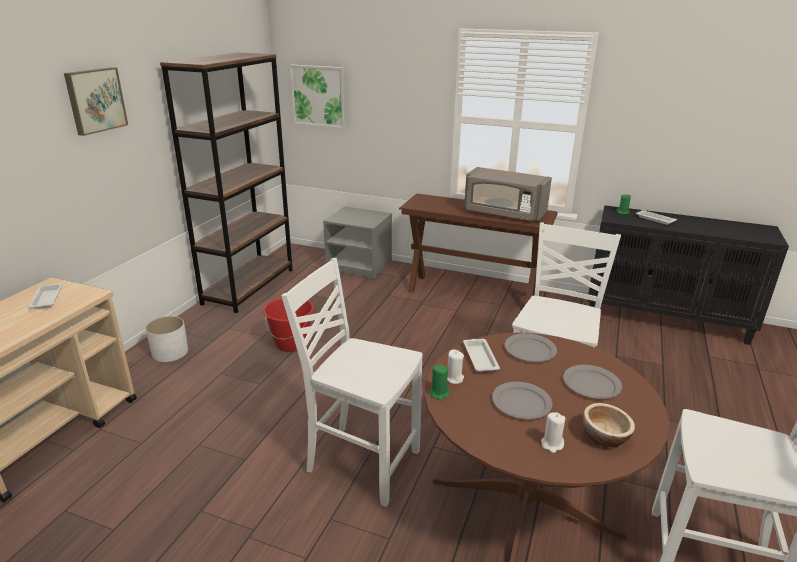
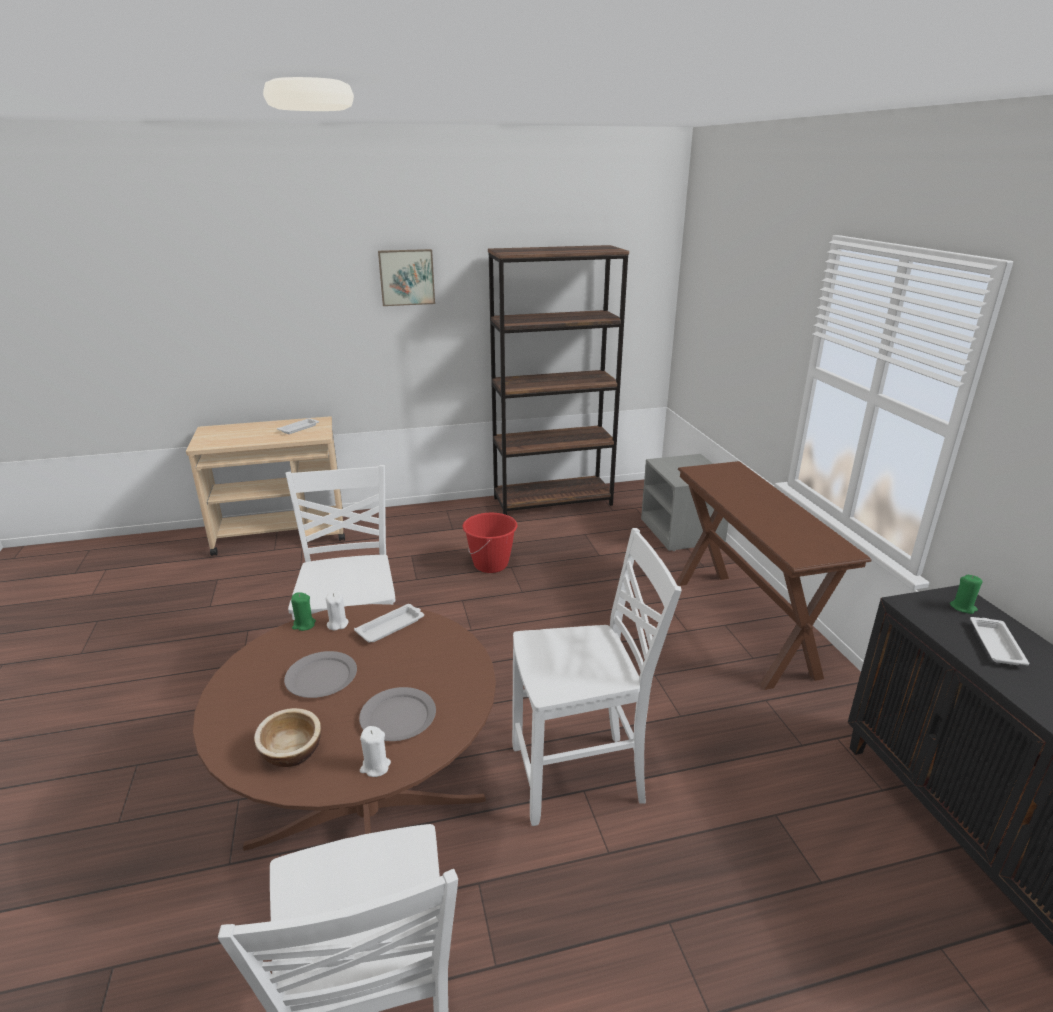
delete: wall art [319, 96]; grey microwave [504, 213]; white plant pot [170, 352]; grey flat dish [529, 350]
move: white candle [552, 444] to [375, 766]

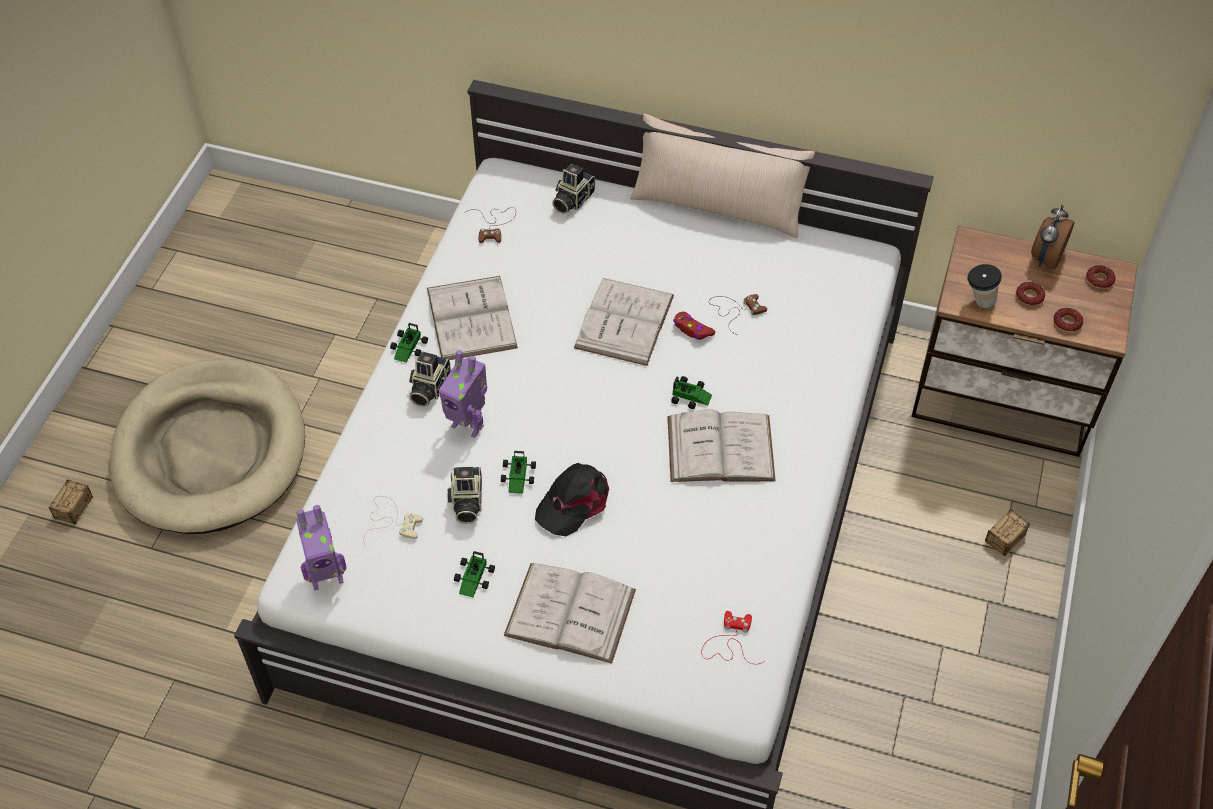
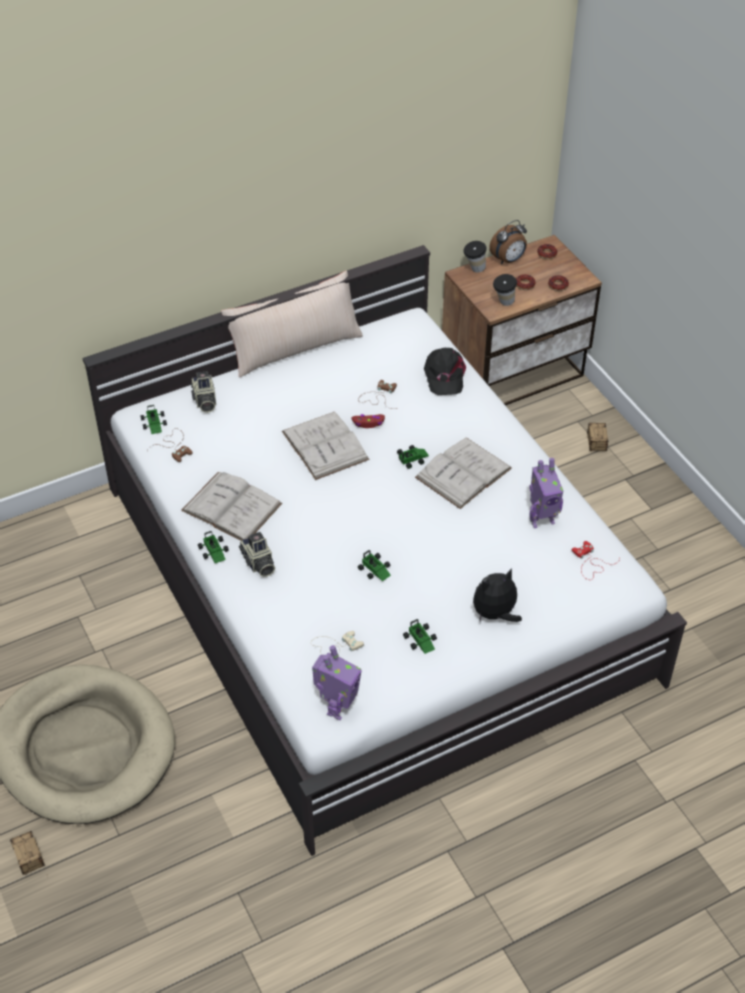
delete: still camera [466, 502]
insert: drinking cup [474, 270]; toy car [154, 424]
move: model robot [468, 424] to [541, 520]; black baseball cap [574, 502] to [444, 376]
replace: white bound book [570, 612] to soft toy [495, 614]
rotate: bedside clock [1045, 258] = [508, 260] 105 degrees counterclockwise

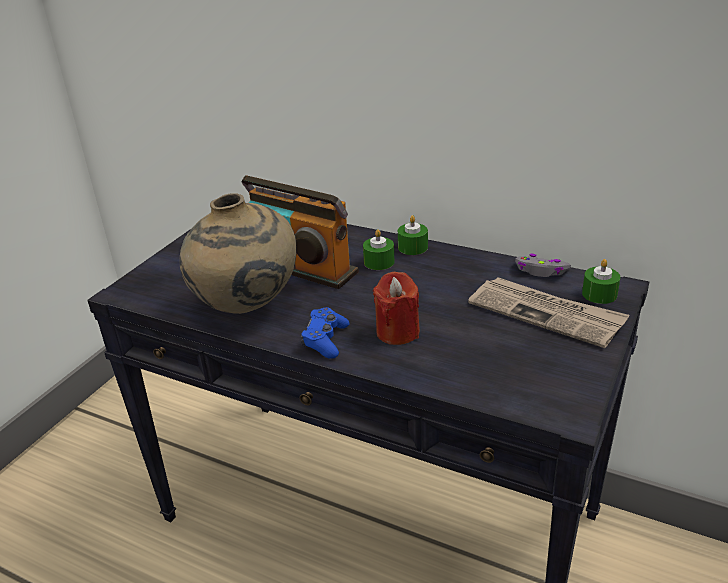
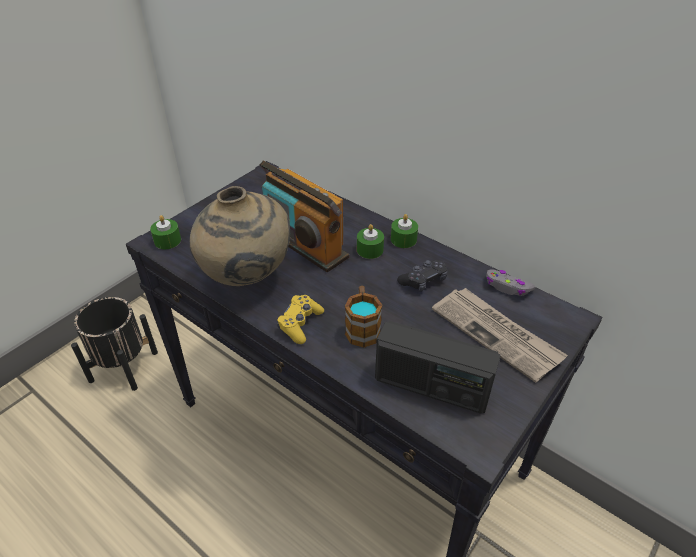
insert: black gamepad [423, 280]; black plant pot [124, 366]; radio set [431, 387]
move: green candle [599, 294] to [167, 241]
replace: red-coloured candle [397, 332] to mug [362, 327]
recolor: bluish gamepad [325, 340] to yellow-coloured gamepad [300, 324]

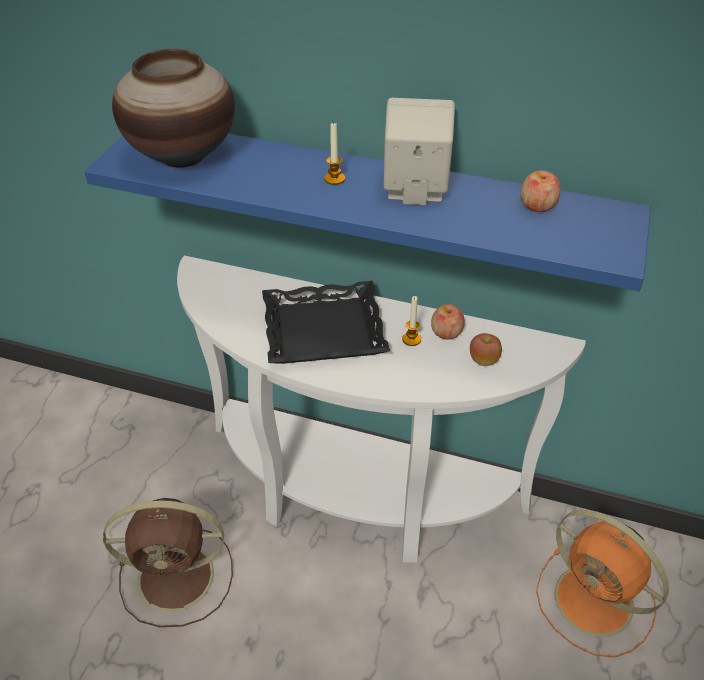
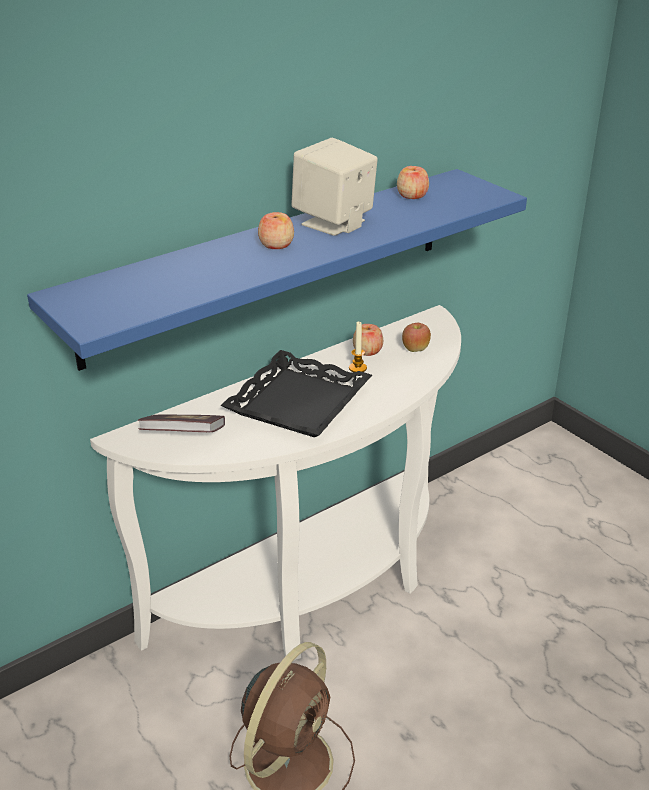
delete: vase [182, 156]; orange-coloured cooling fan [596, 603]
insert: bound book [183, 437]
replace: candle [334, 179] to apple [276, 245]

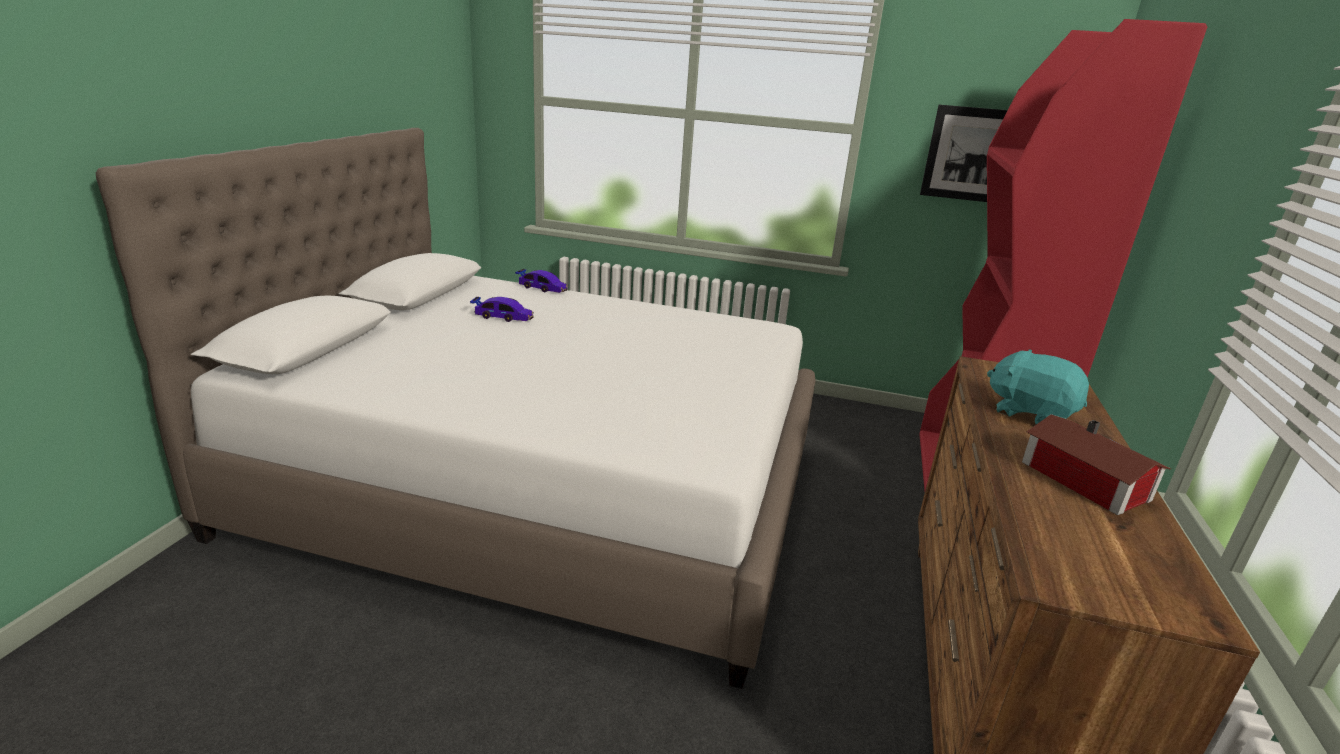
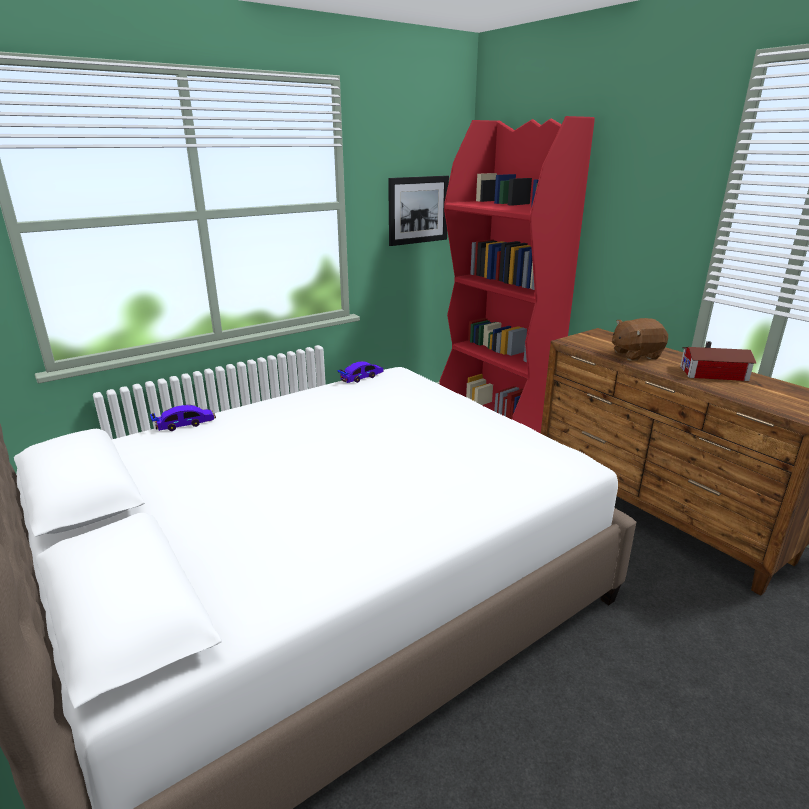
move: toy car [503, 317] to [361, 377]
recolor: turquoise soft toy [1030, 413] to brown-coloured soft toy [635, 355]

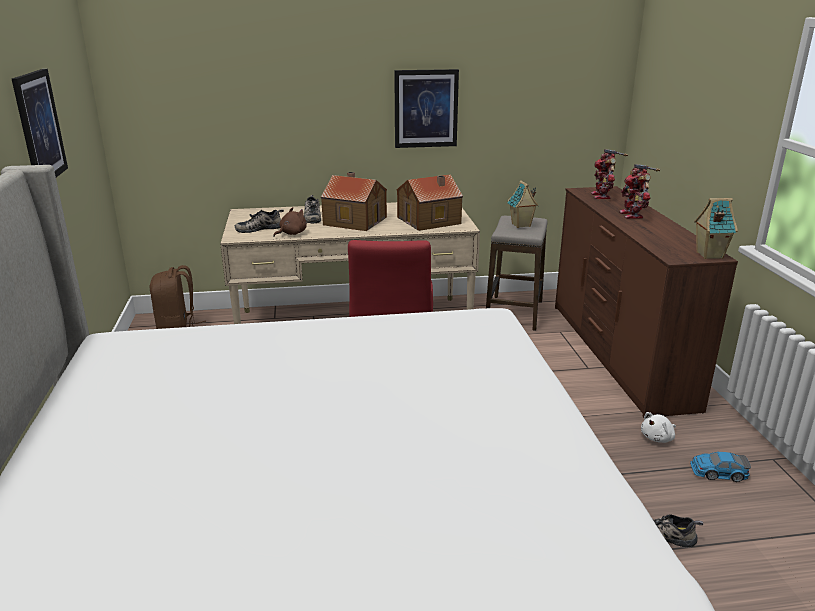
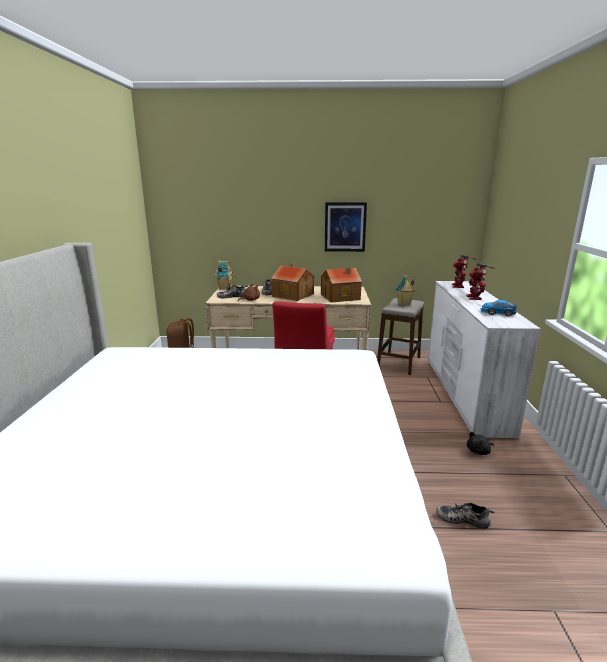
delete: wall art [39, 127]
move: model house [708, 255] to [224, 288]; toy car [718, 472] to [497, 313]
recolor: brown-coloured chest of drawers [618, 354] to white chest of drawers [465, 394]; white soft toy [658, 438] to black soft toy [479, 451]

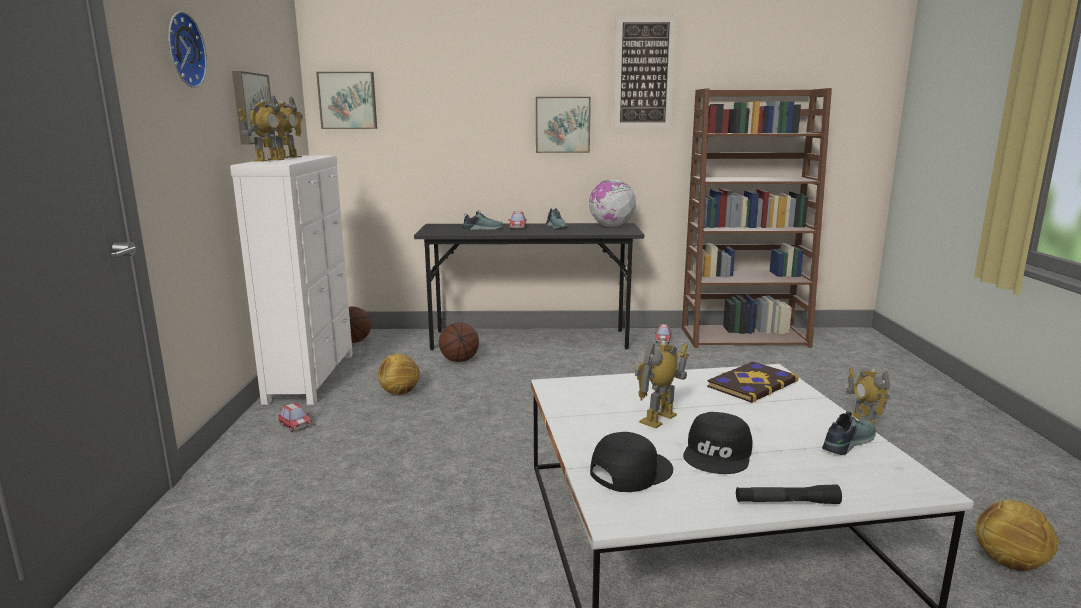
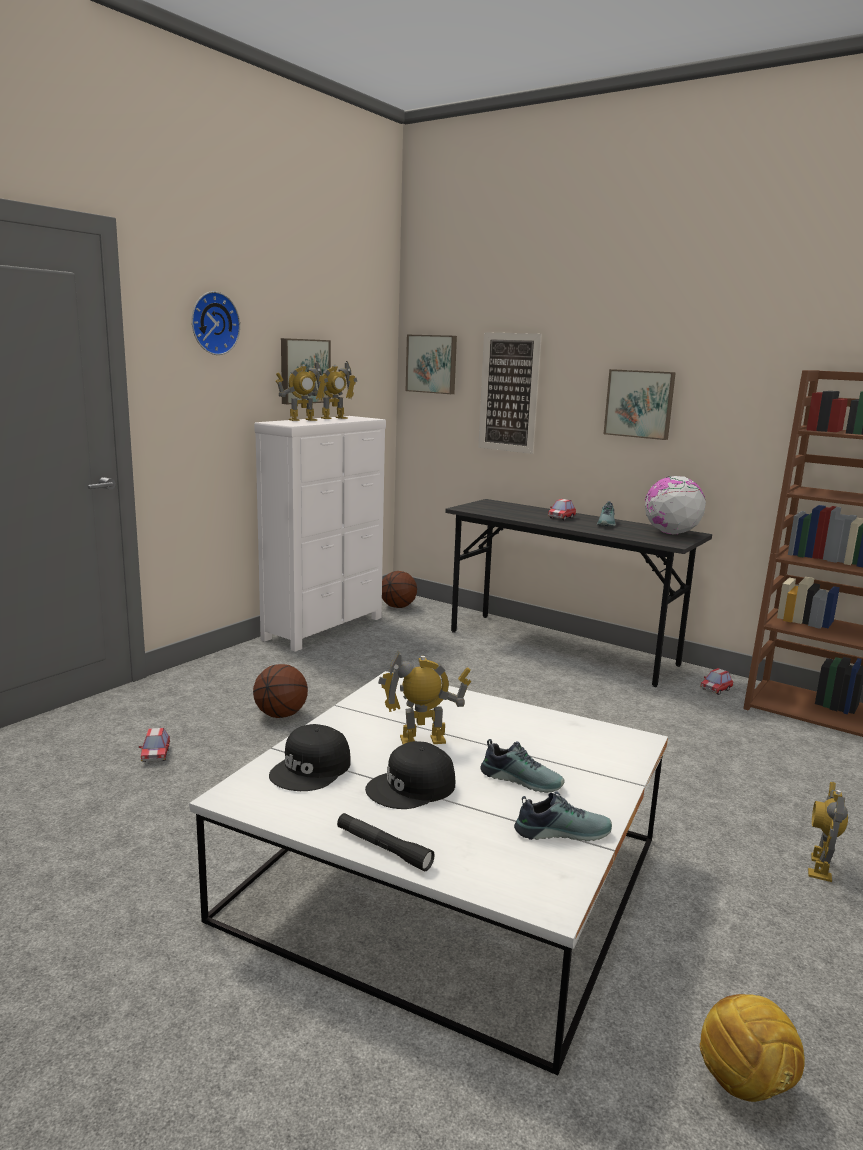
delete: football ball [400, 392]; bound book [751, 384]
move: wall art [644, 73] to [509, 392]; low shoe [482, 229] to [522, 779]; basketball [459, 360] to [281, 714]; toy car [295, 425] to [156, 755]
rotate: black baseball cap [630, 471] = [312, 769] 120 degrees clockwise

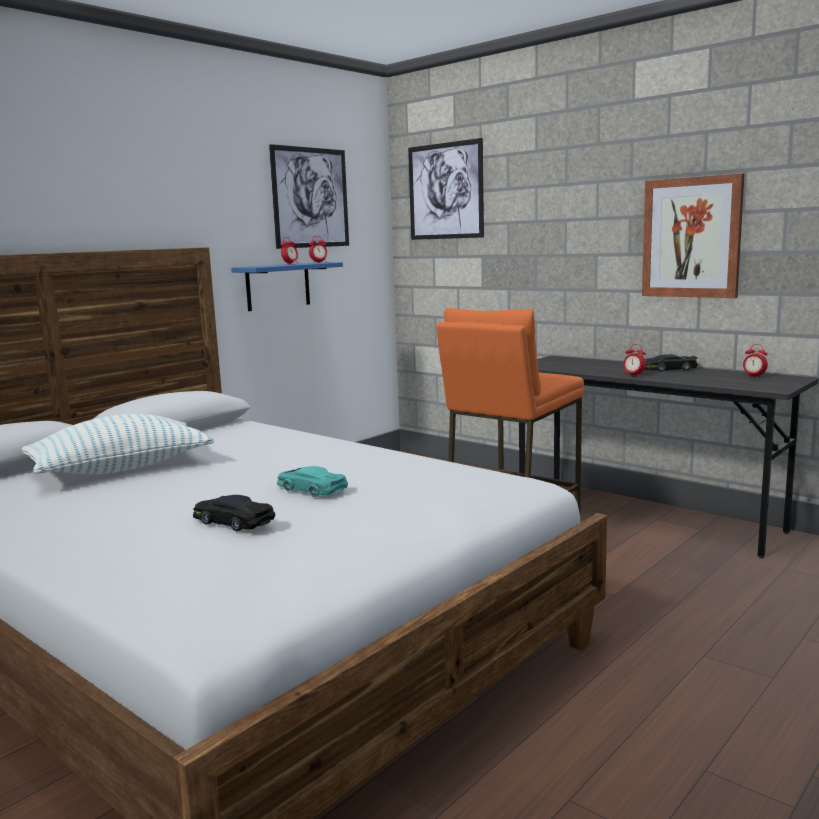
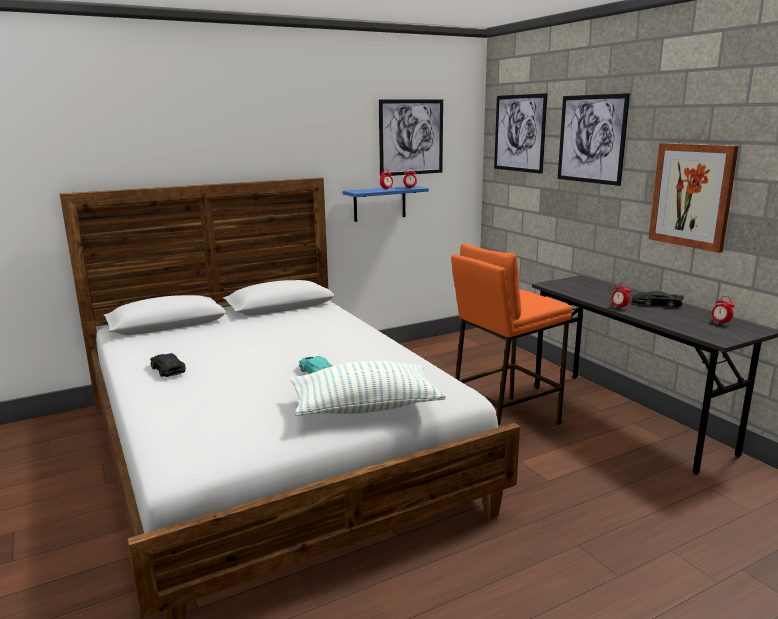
insert: wall art [591, 139]
move: throw pillow [121, 469] to [365, 408]; black toy car [232, 521] to [168, 369]

